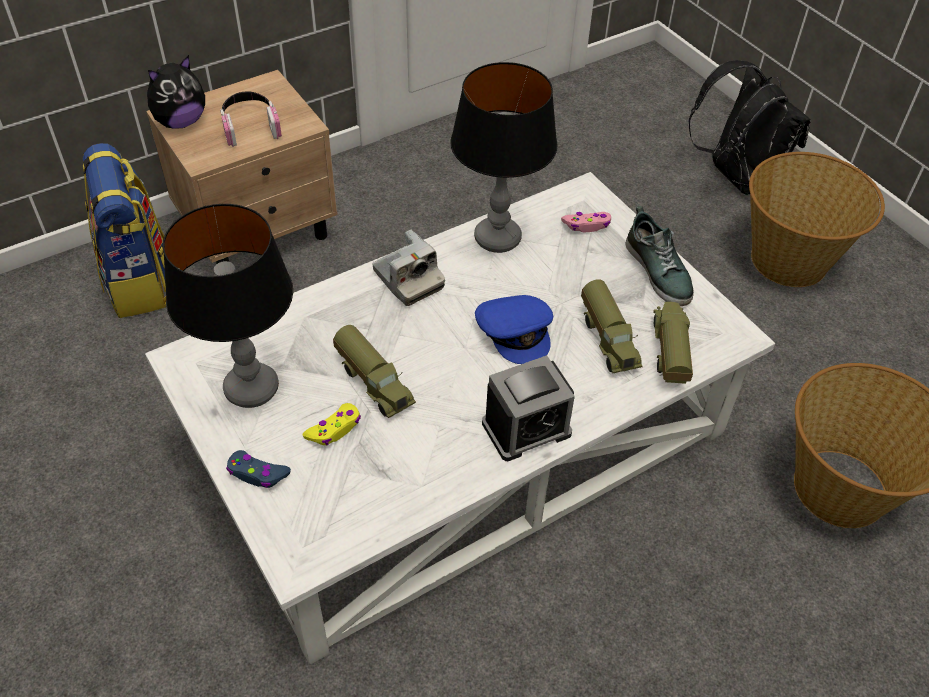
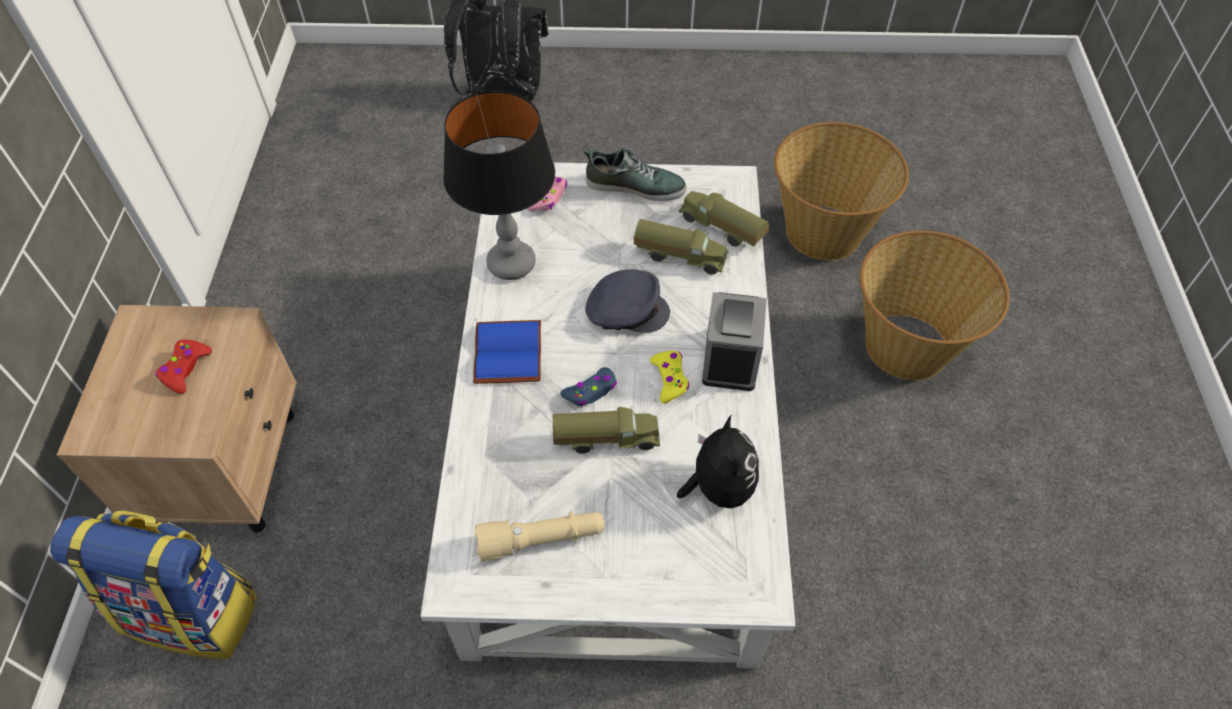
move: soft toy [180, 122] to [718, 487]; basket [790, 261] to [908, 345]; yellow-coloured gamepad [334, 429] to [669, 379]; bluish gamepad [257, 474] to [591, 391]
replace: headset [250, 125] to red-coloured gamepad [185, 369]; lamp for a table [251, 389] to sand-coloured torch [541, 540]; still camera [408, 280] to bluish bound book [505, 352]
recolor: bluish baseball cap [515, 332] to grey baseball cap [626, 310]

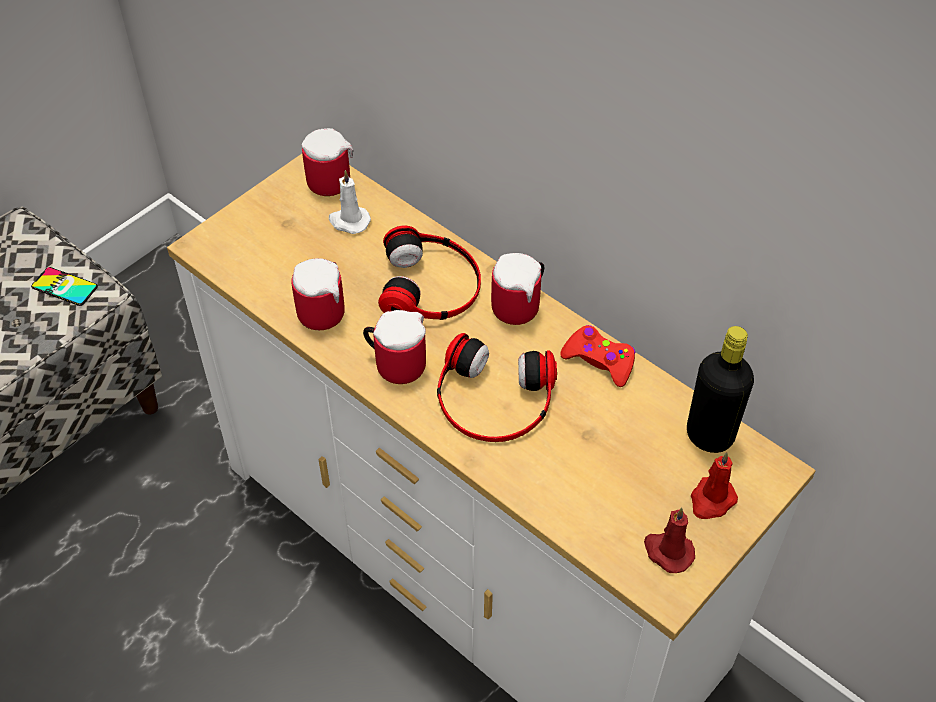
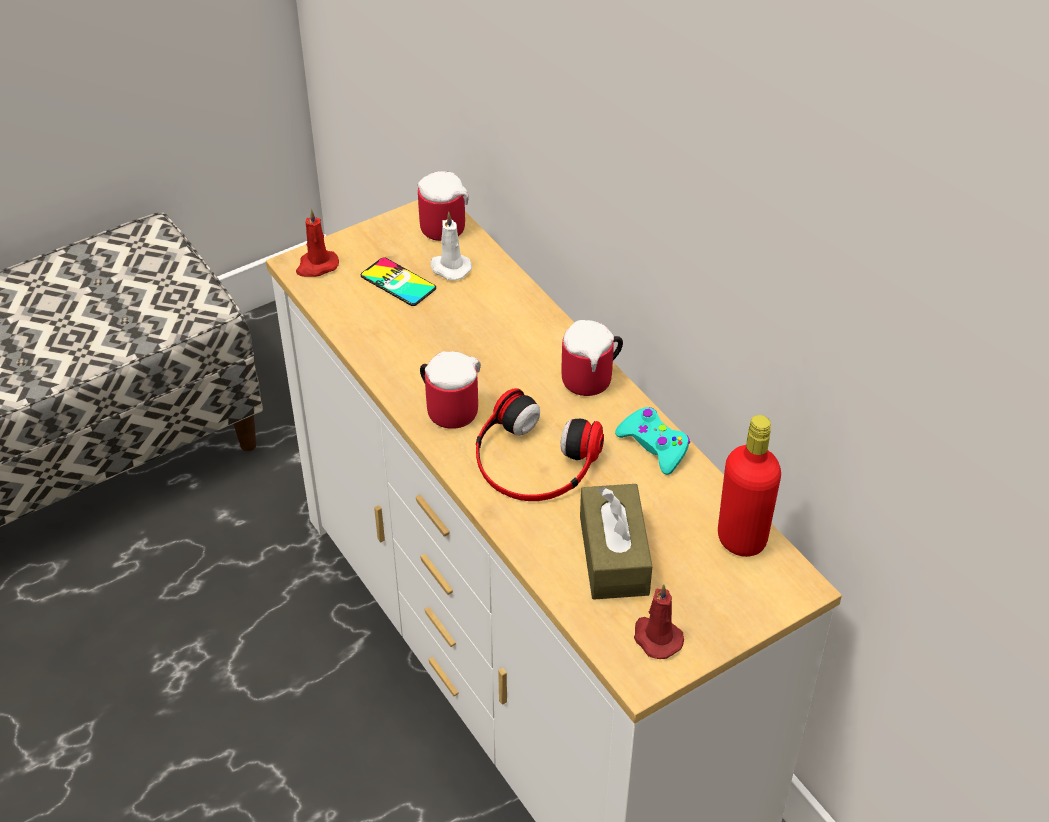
delete: headset [431, 285]; mug [326, 309]
insert: brown-coloured tissue box [614, 555]
move: phone [64, 287] to [398, 282]; red-coloured candle [711, 500] to [316, 266]
recolor: red-coloured gamepad [599, 360] to turquoise gamepad [654, 446]; black drink bottle [709, 435] to red-coloured drink bottle [741, 539]

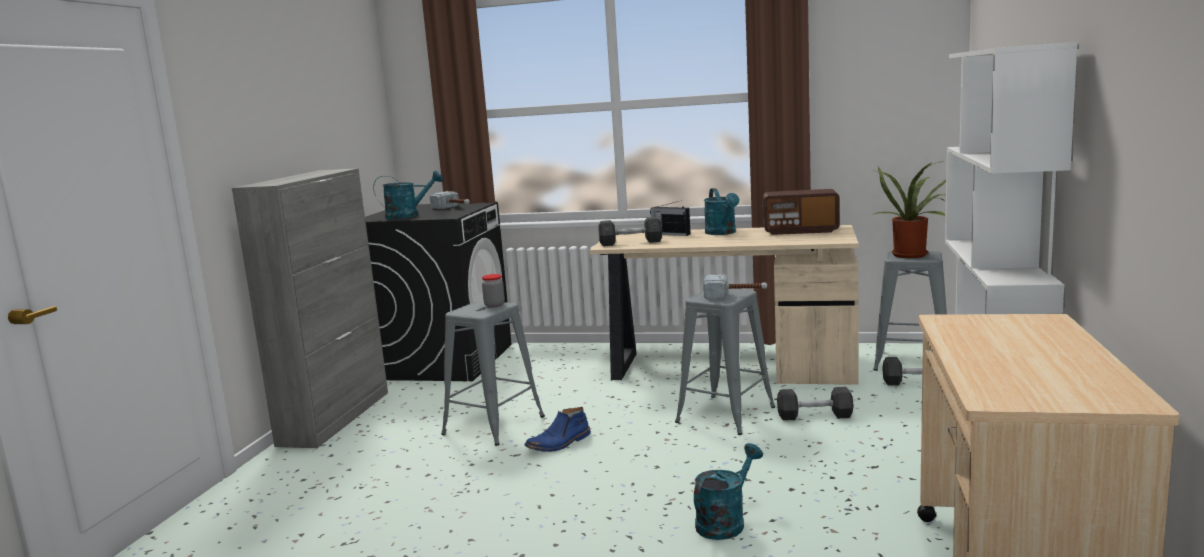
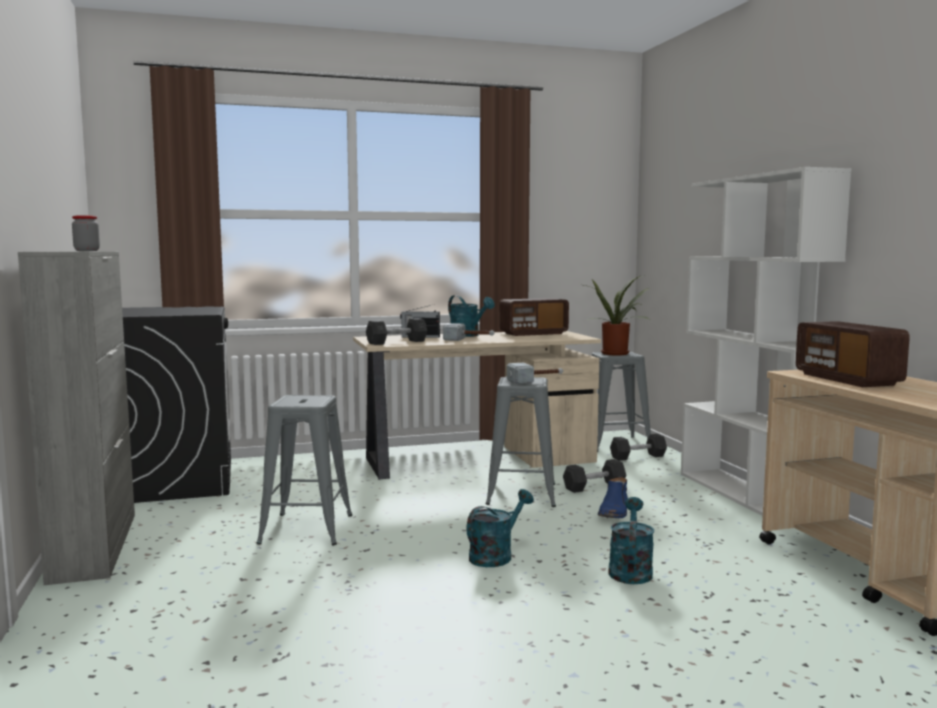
insert: radio set [847, 379]
move: turquoise watering pot [408, 215] to [495, 555]; hand hammer [454, 208] to [469, 340]; preserve jar [494, 305] to [87, 251]; bluish high-top boot [559, 443] to [614, 512]

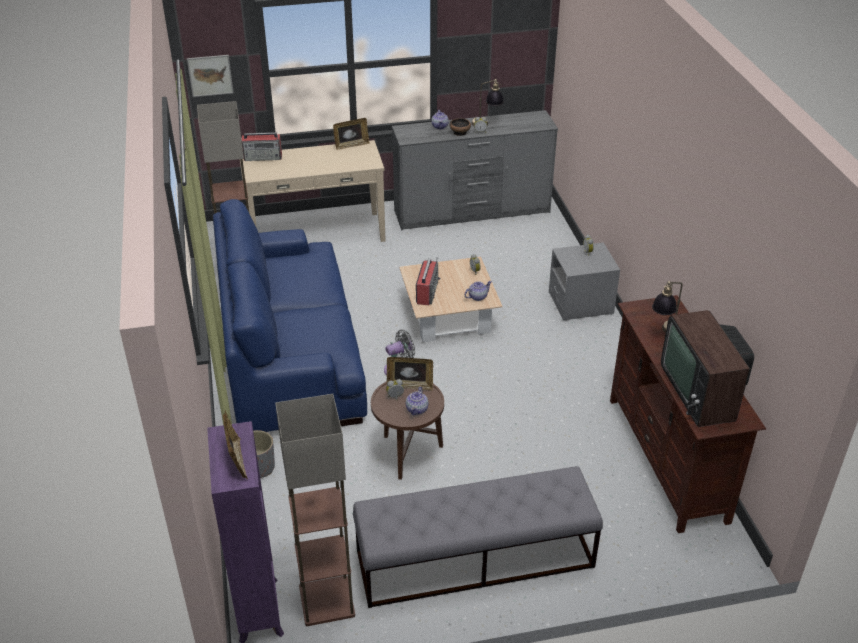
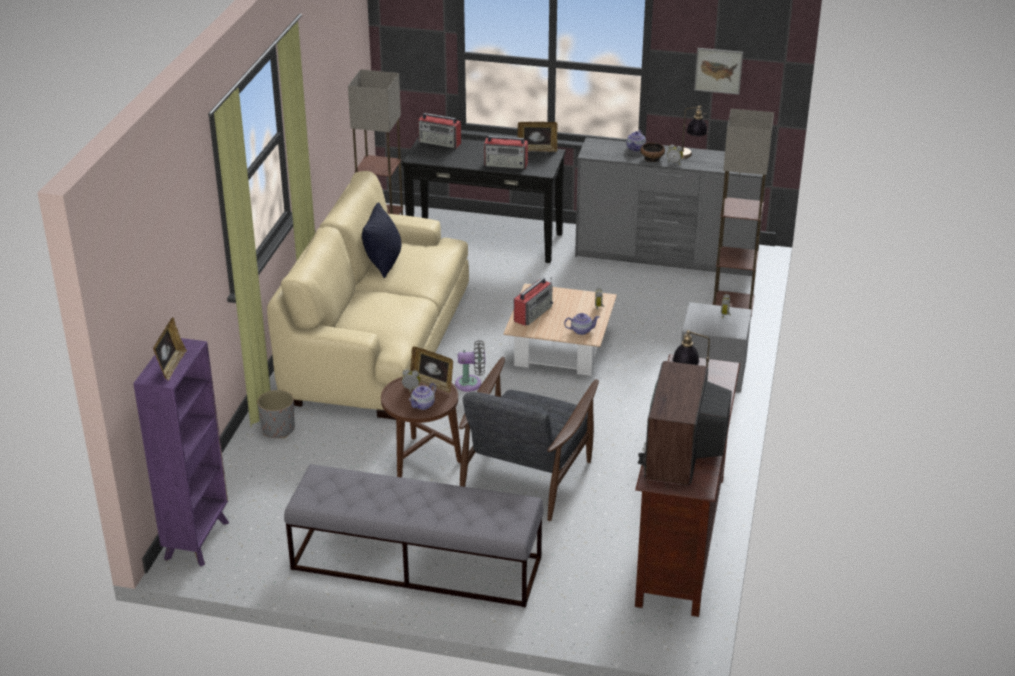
insert: radio set [506, 164]; black throw pillow [383, 263]; grey lounge chair [526, 475]
move: wall art [210, 75] to [718, 70]; floor lamp [326, 602] to [732, 305]
recolor: sand-coloured hall table [316, 234] to black hall table [485, 239]; bluish settee [291, 354] to sand-coloured settee [378, 342]

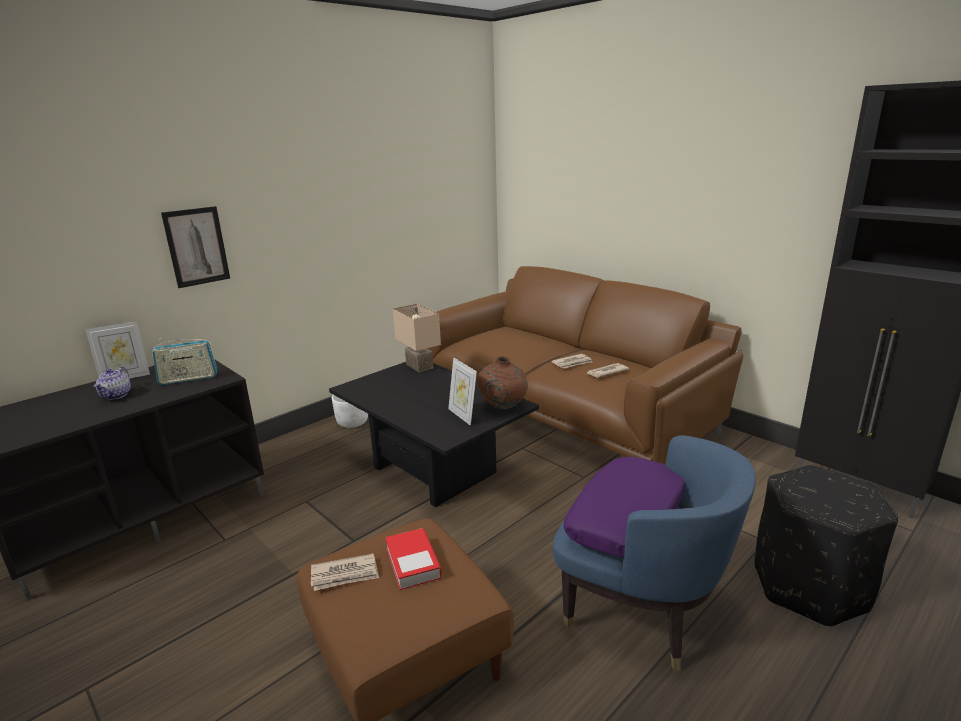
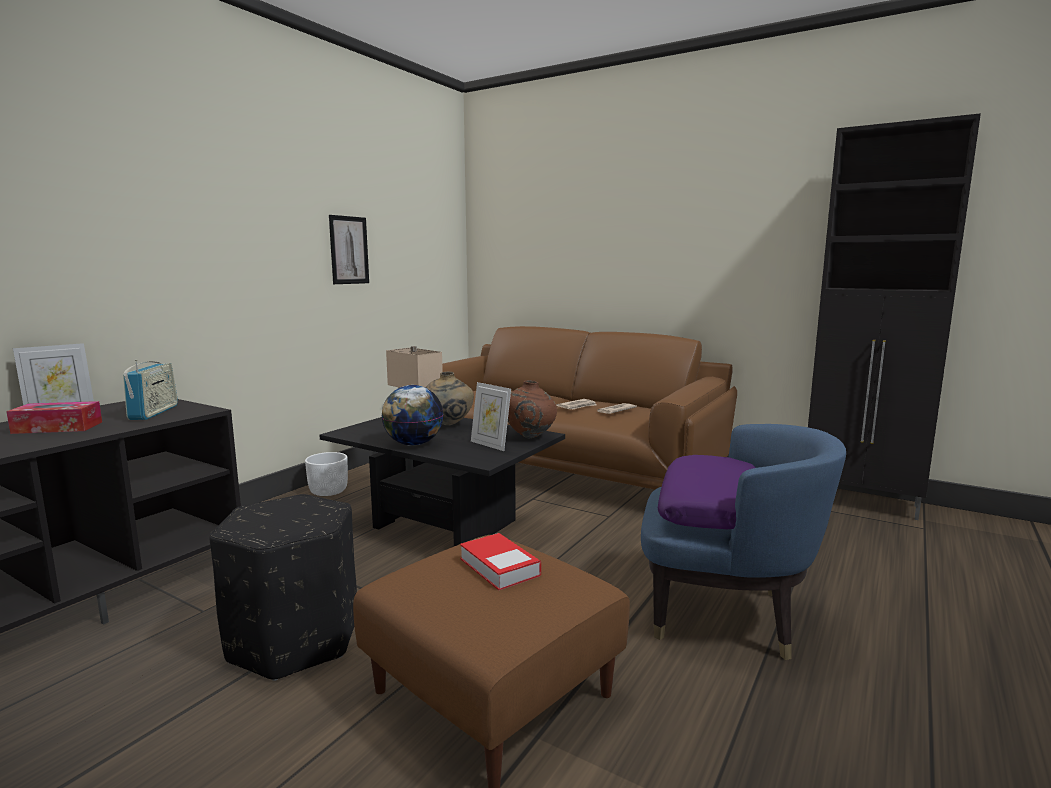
delete: newspaper [345, 575]
insert: sand-coloured vase [449, 425]; globe [413, 444]
move: wall art [196, 246] to [349, 250]; black ottoman [809, 586] to [295, 639]
replace: teapot [116, 395] to tissue box [57, 428]
rotate: radio set [188, 379] = [154, 412] 60 degrees counterclockwise

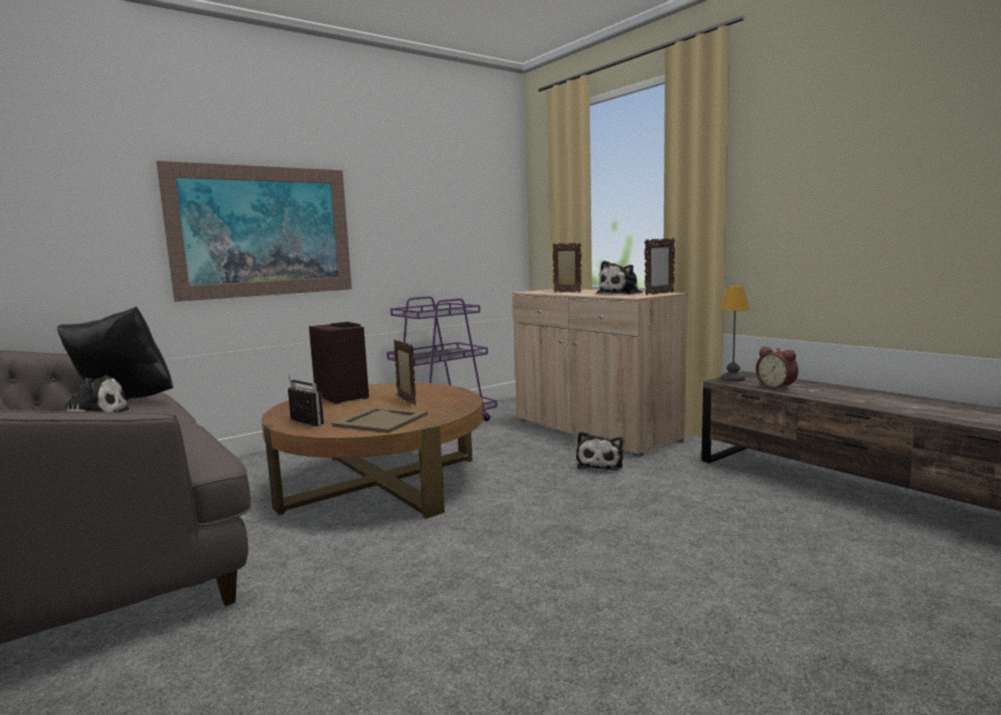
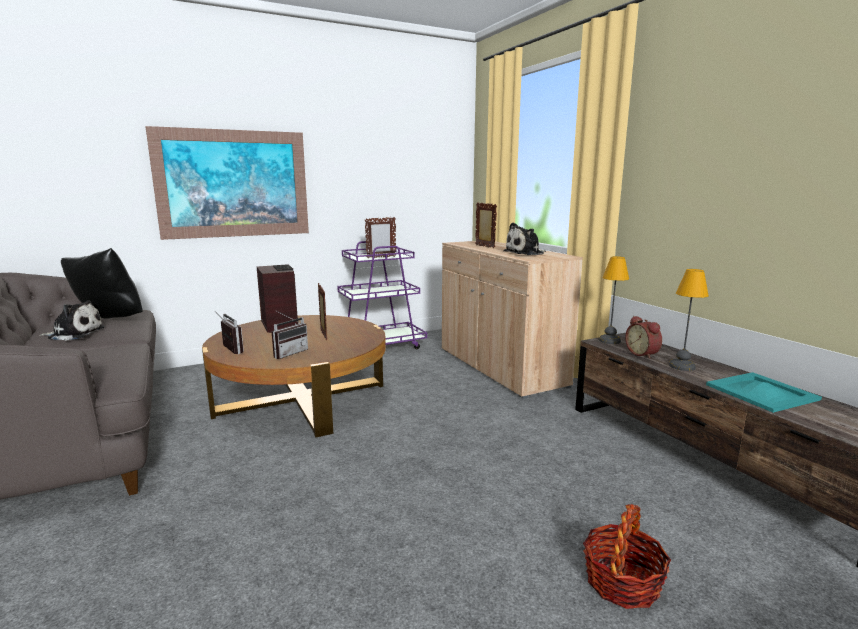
delete: soft toy [600, 464]
insert: lamp for a table [683, 366]; turquoise tray [761, 392]; basket [622, 582]
move: standing frame [659, 294] to [381, 257]
replace: sand-coloured tray [380, 420] to radio set [288, 353]

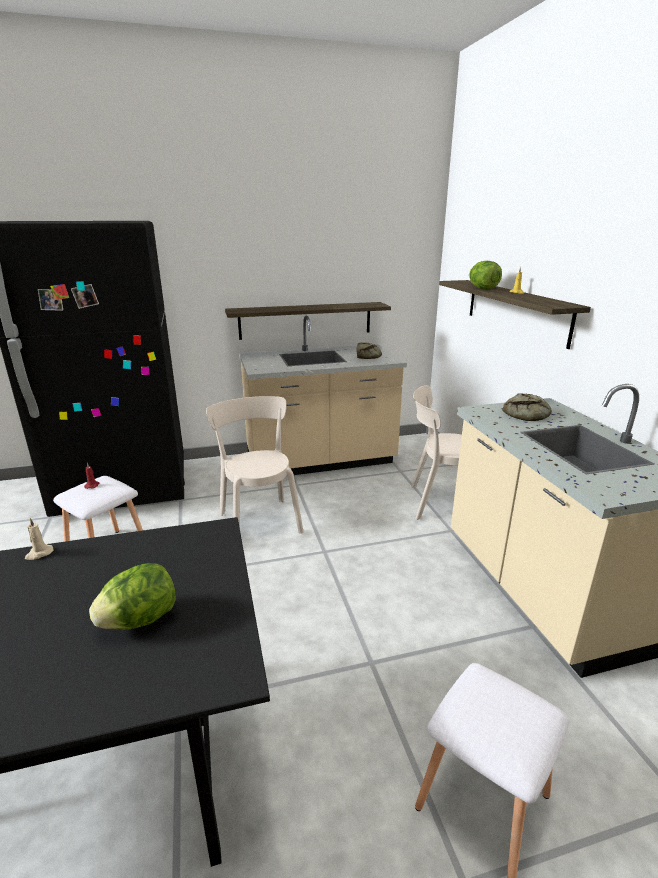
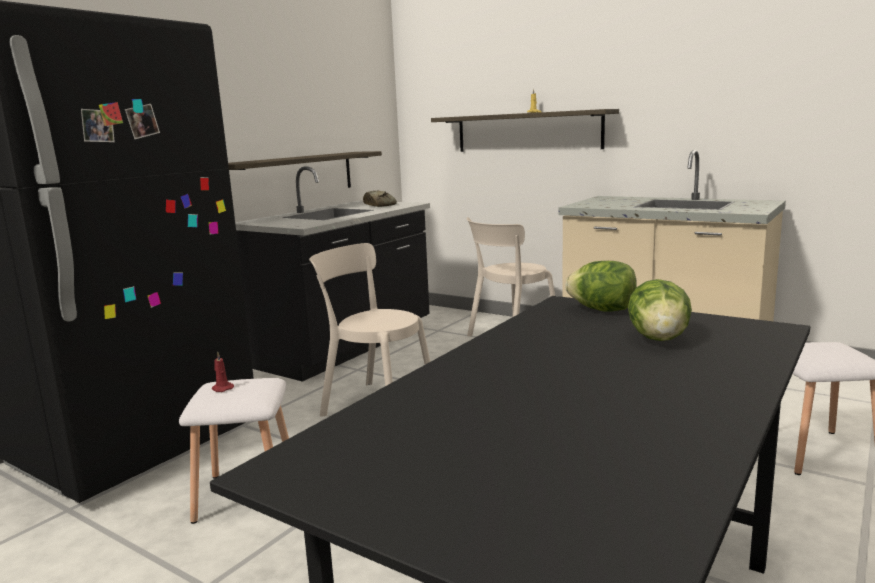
delete: bakery bread [528, 414]; sand-coloured candle [39, 553]
move: lettuce [482, 288] to [602, 310]
recolor: sand-coloured kitchen base unit [320, 461] to black kitchen base unit [346, 347]

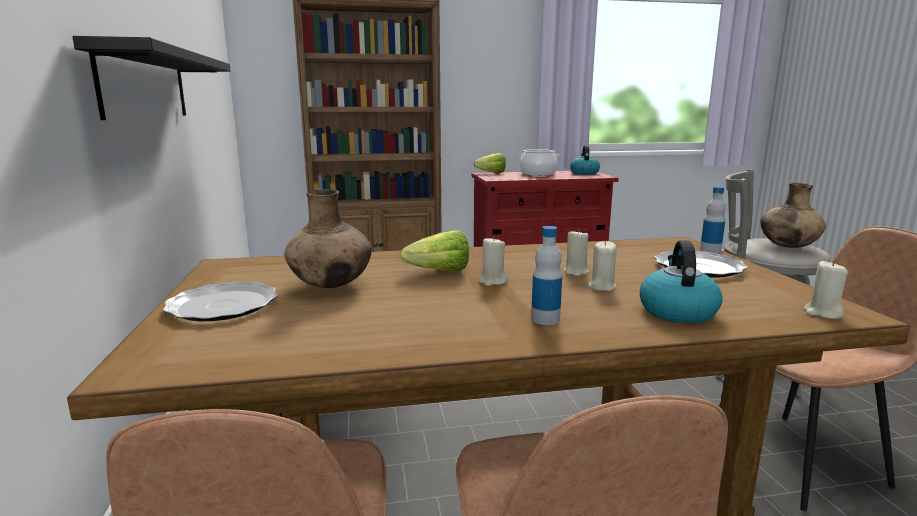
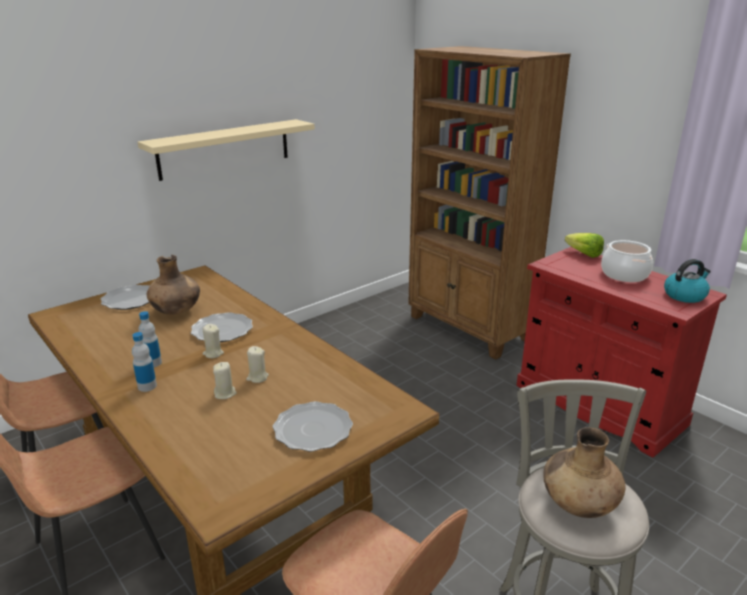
delete: kettle [677, 311]; sand-coloured candle [822, 313]
move: drink bottle [710, 251] to [152, 363]
replace: lettuce [434, 272] to flat dish [222, 330]
recolor: black wall shelf [146, 85] to sand-coloured wall shelf [225, 149]

